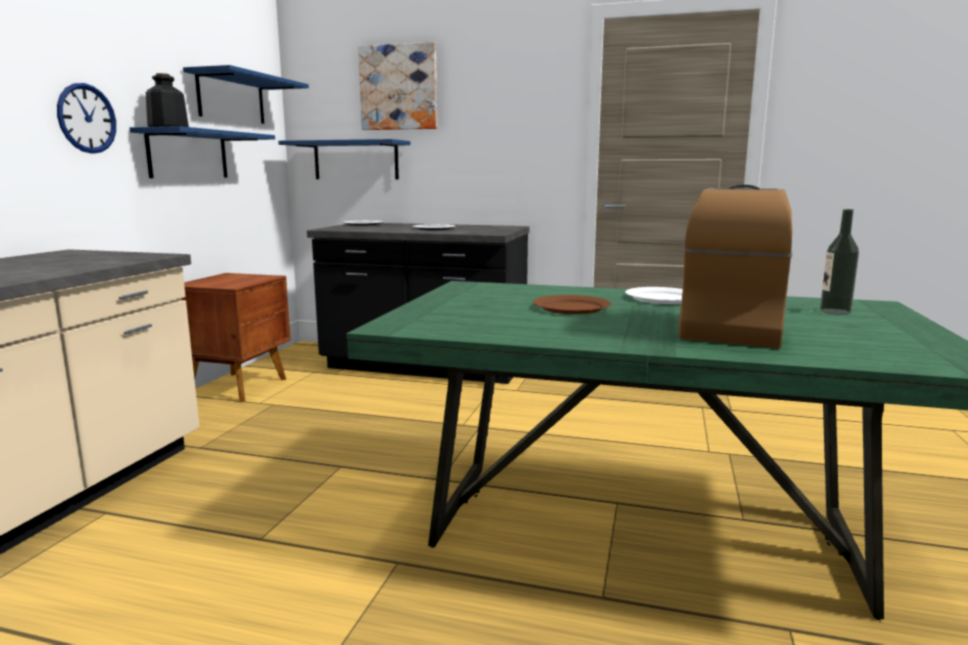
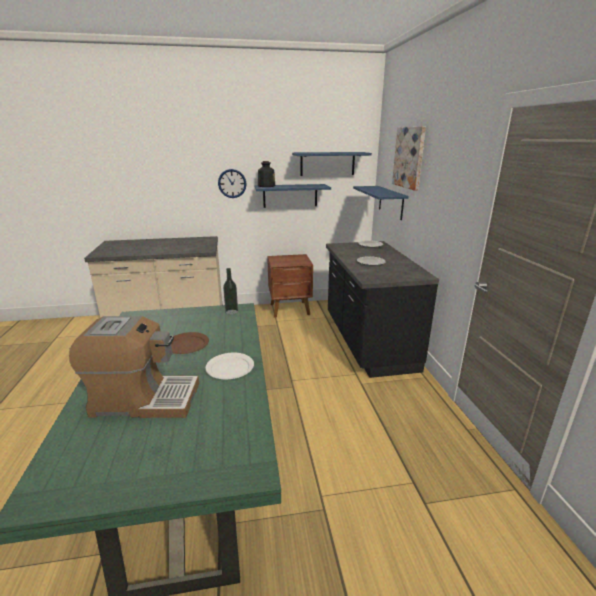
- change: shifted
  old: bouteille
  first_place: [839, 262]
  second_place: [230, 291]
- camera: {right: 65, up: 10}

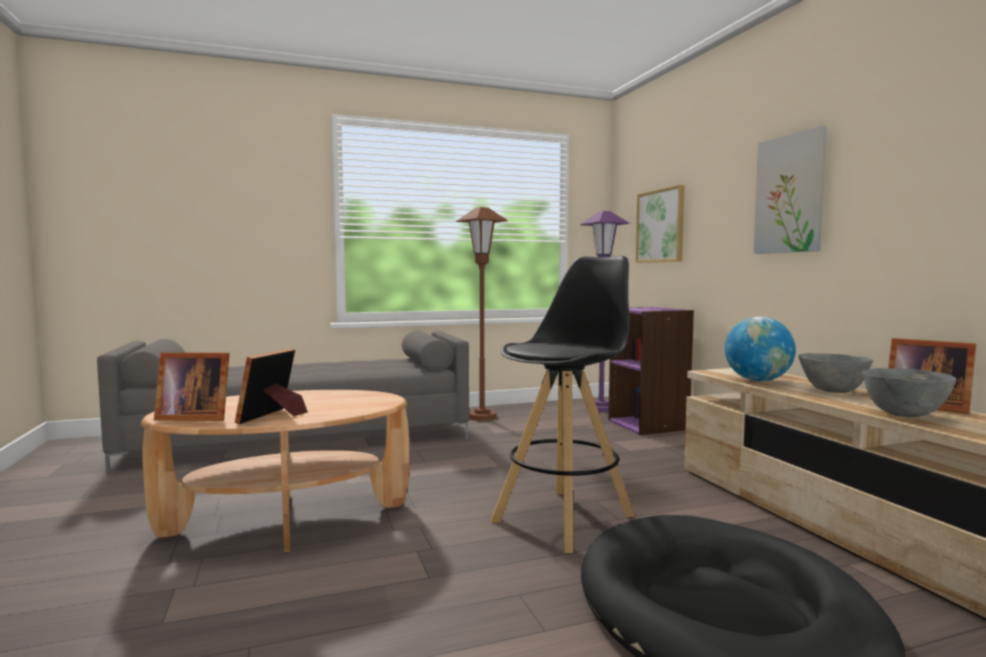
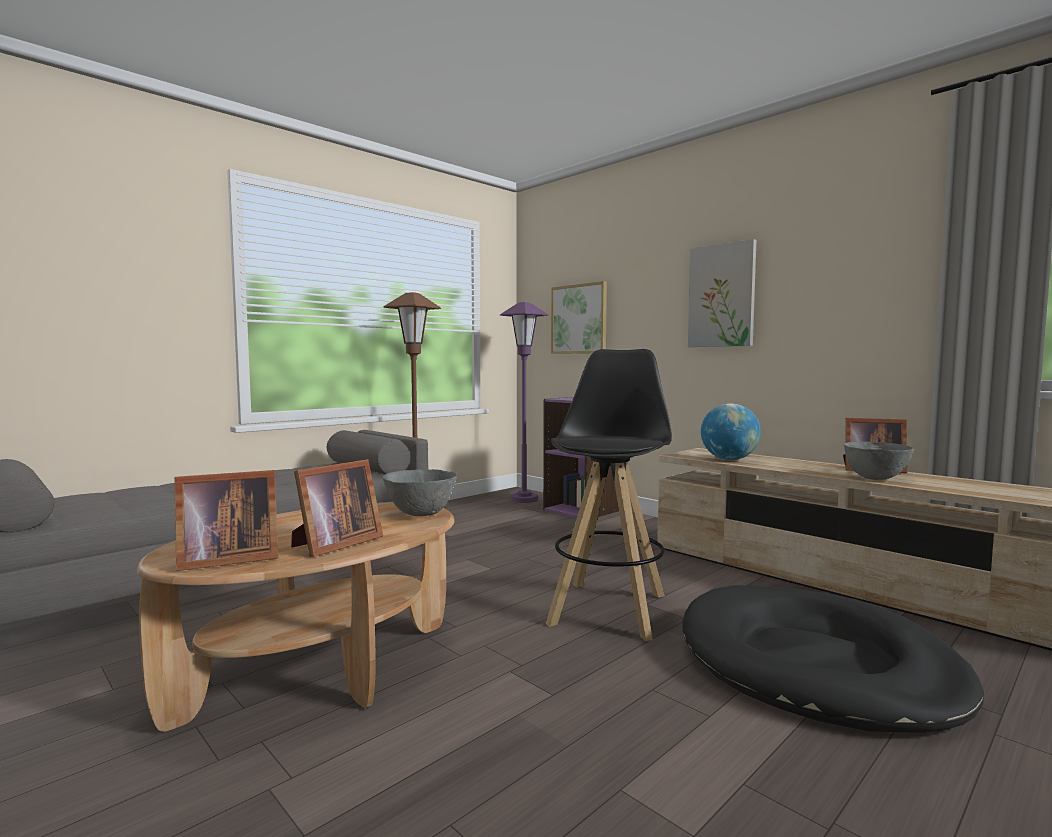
- change: rotated
  old: cadre photo
  first_place: [271, 386]
  second_place: [337, 508]
  degrees: -135
- change: shifted
  old: bol (gris)
  first_place: [836, 373]
  second_place: [420, 492]
- camera: {right: -25, up: 0}

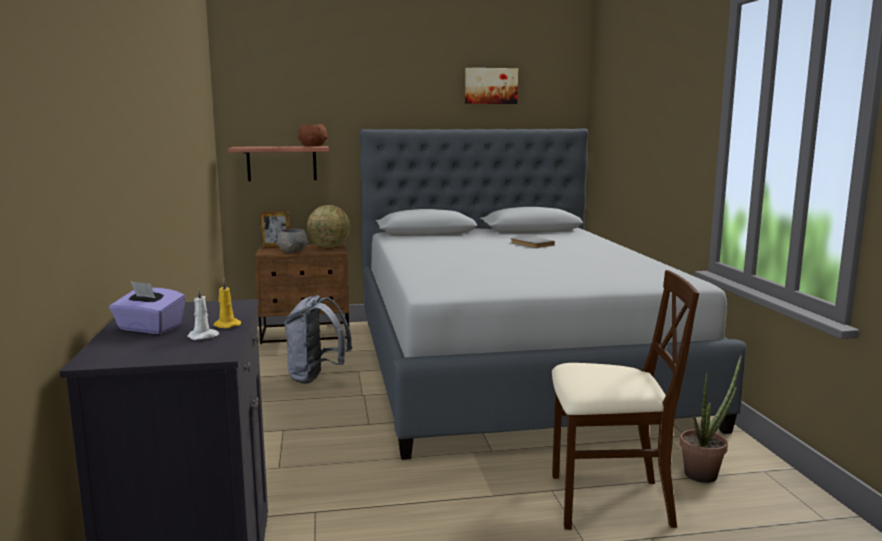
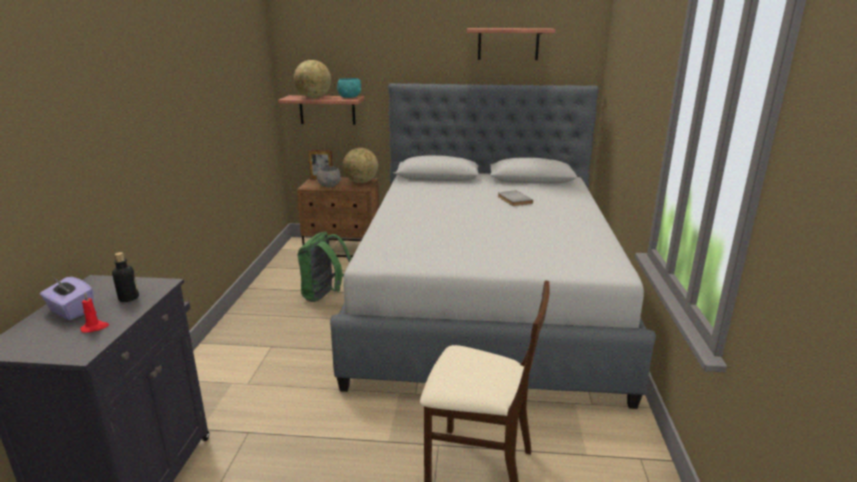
- change: repainted
  old: bougie (blanc)
  new: bougie (rouge)
  first_place: [203, 314]
  second_place: [94, 313]
- change: gone
  old: bougie (jaune)
  first_place: [227, 303]
- change: repainted
  old: sac à dos (gris)
  new: sac à dos (vert)
  first_place: [318, 339]
  second_place: [324, 266]
- change: repainted
  old: bol (marron)
  new: bol (turquoise)
  first_place: [312, 135]
  second_place: [349, 88]
- change: swapped
  old: tableau
  new: étagère
  first_place: [491, 86]
  second_place: [510, 44]
- change: gone
  old: plante en pot
  first_place: [711, 418]
- change: new
  new: bouteille
  second_place: [125, 277]
- change: new
  new: globe
  second_place: [312, 79]
- camera: {right: 15, up: 10}

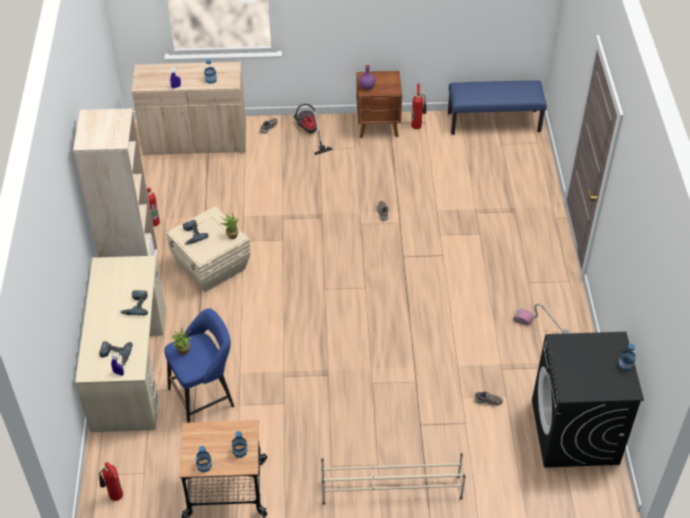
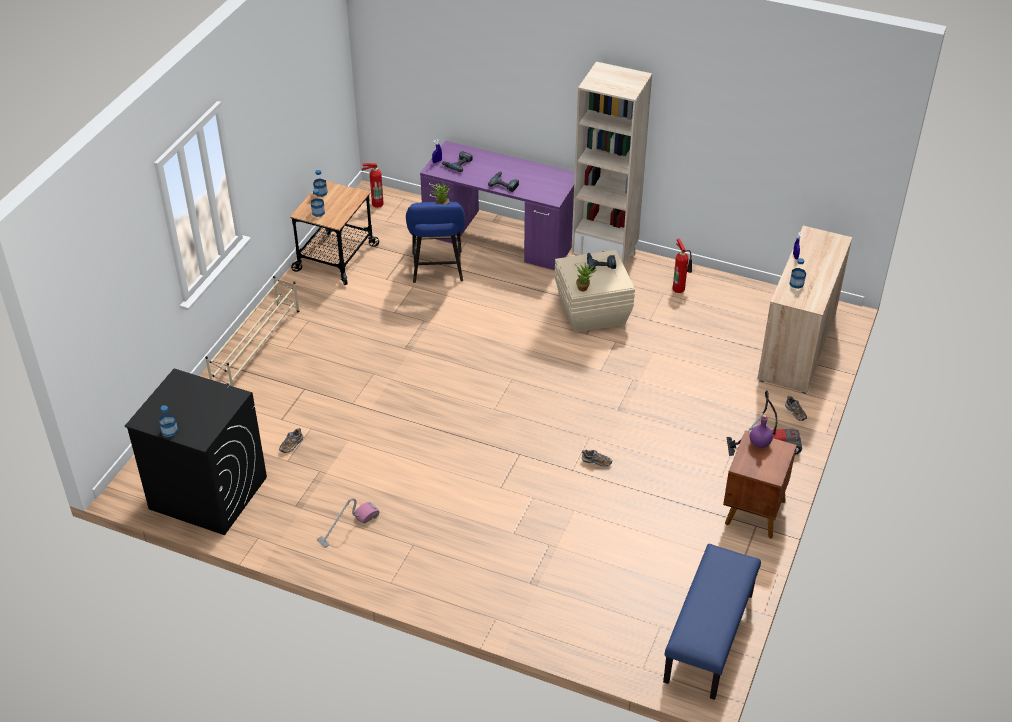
- change: repainted
  old: bureau (beige)
  new: bureau (violet)
  first_place: [120, 344]
  second_place: [497, 205]
- change: gone
  old: extincteur
  first_place: [419, 106]
- camera: {right: 115, up: -5}

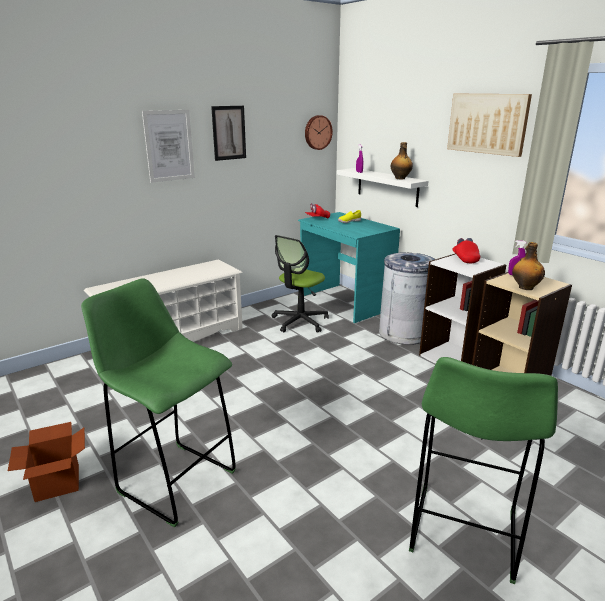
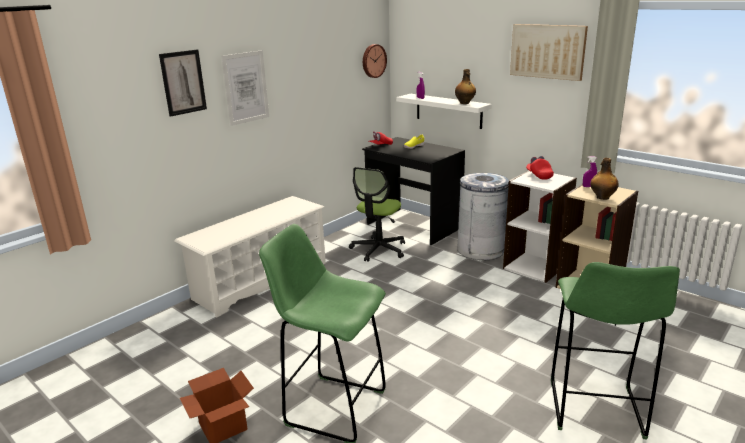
- change: shifted
  old: tableau
  first_place: [228, 133]
  second_place: [183, 83]
- change: repainted
  old: bureau (turquoise)
  new: bureau (noir)
  first_place: [349, 267]
  second_place: [413, 191]
- camera: {right: -10, up: 0}

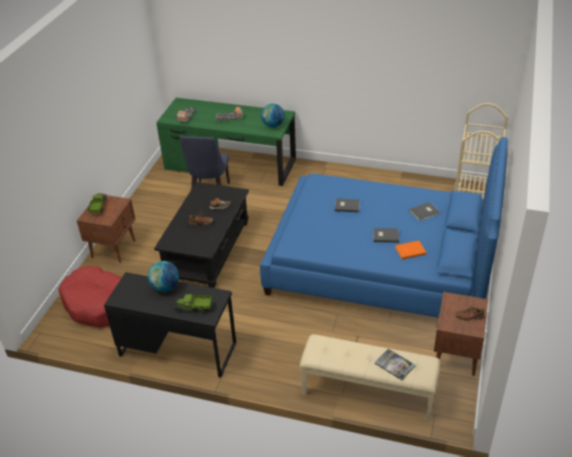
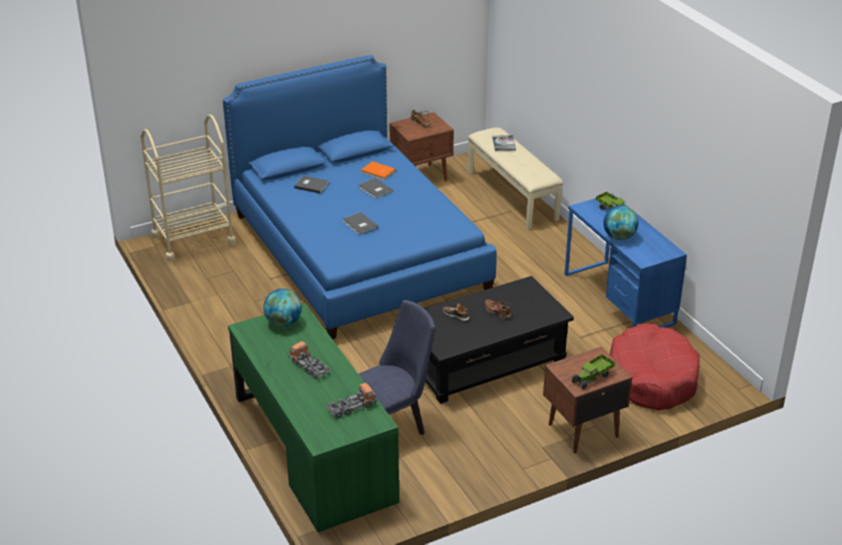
- change: repainted
  old: bureau (noir)
  new: bureau (bleu)
  first_place: [170, 325]
  second_place: [625, 261]
- camera: {right: -135, up: -5}

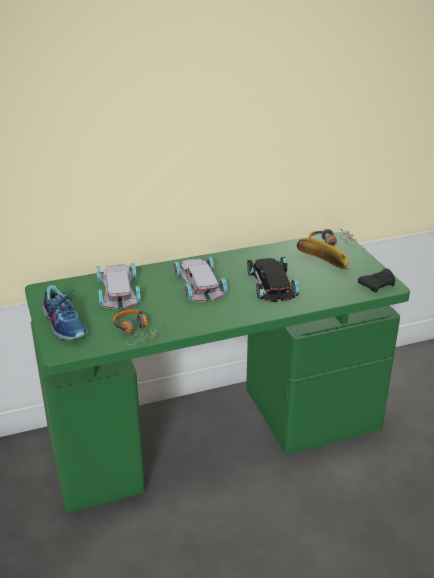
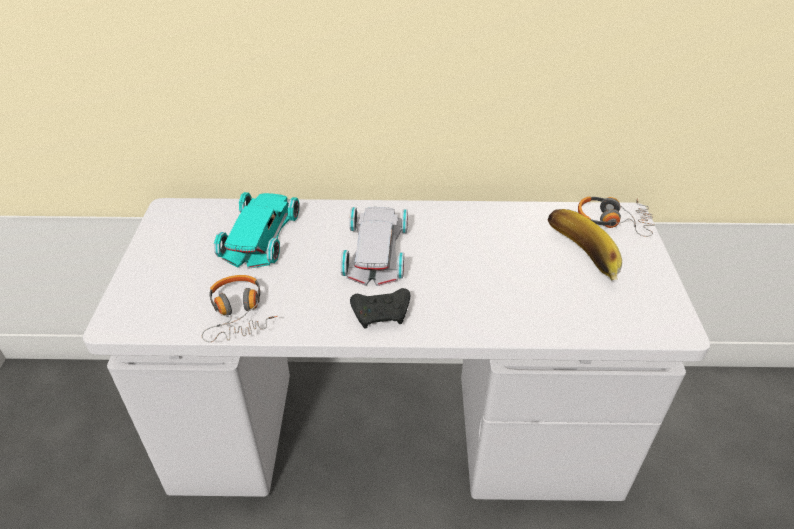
- change: repainted
  old: bureau (vert)
  new: bureau (blanc)
  first_place: [217, 372]
  second_place: [397, 349]
- change: gone
  old: chaussure
  first_place: [65, 312]
- change: repainted
  old: petite voiture (blanc)
  new: petite voiture (turquoise)
  first_place: [118, 286]
  second_place: [256, 230]
- change: gone
  old: petite voiture (noir)
  first_place: [273, 279]
- change: shifted
  old: manette (noir)
  first_place: [376, 280]
  second_place: [380, 308]
- camera: {right: 20, up: 10}

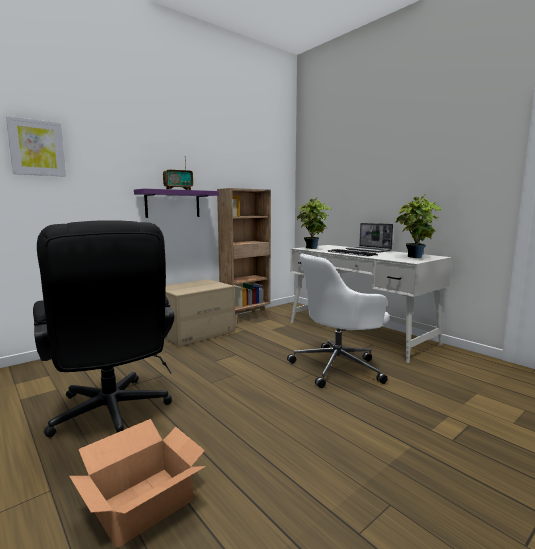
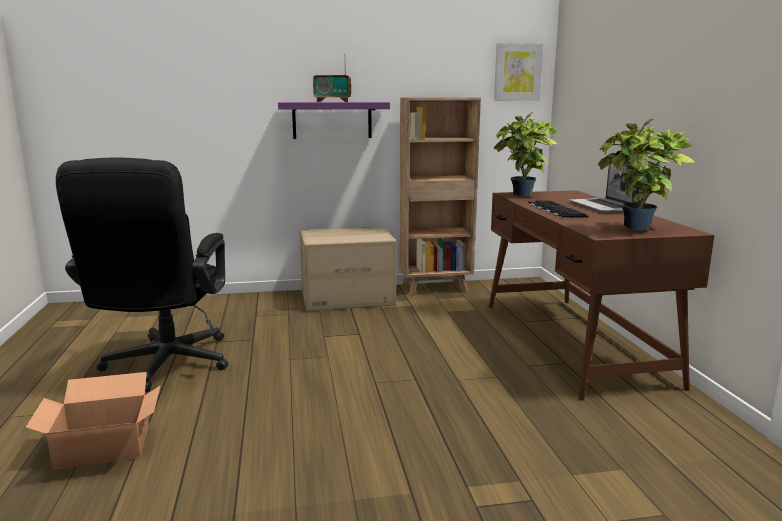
- change: shifted
  old: tableau
  first_place: [36, 146]
  second_place: [519, 72]
- change: gone
  old: chaise de bureau (blanc)
  first_place: [338, 321]
- change: repainted
  old: bureau (blanc)
  new: bureau (marron)
  first_place: [371, 304]
  second_place: [601, 295]
- camera: {right: 30, up: 5}

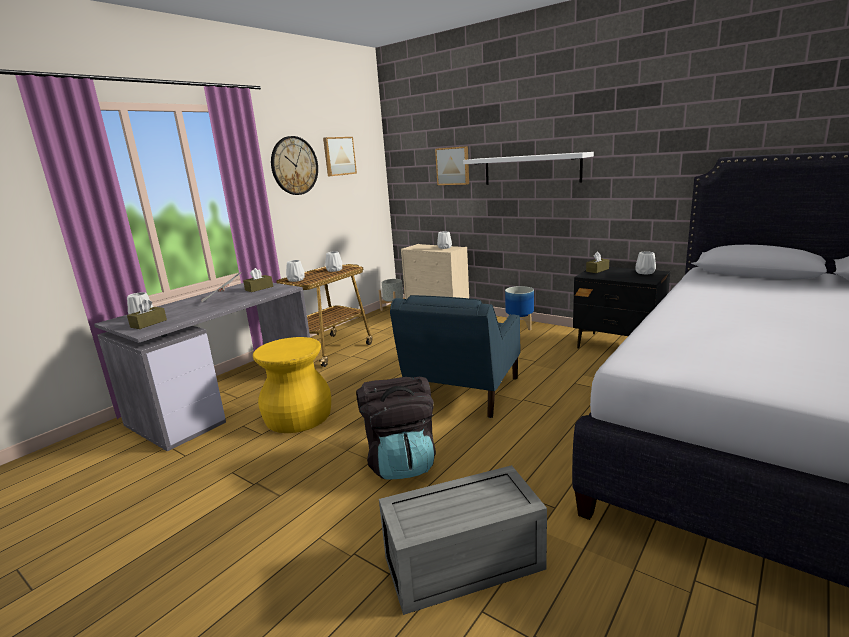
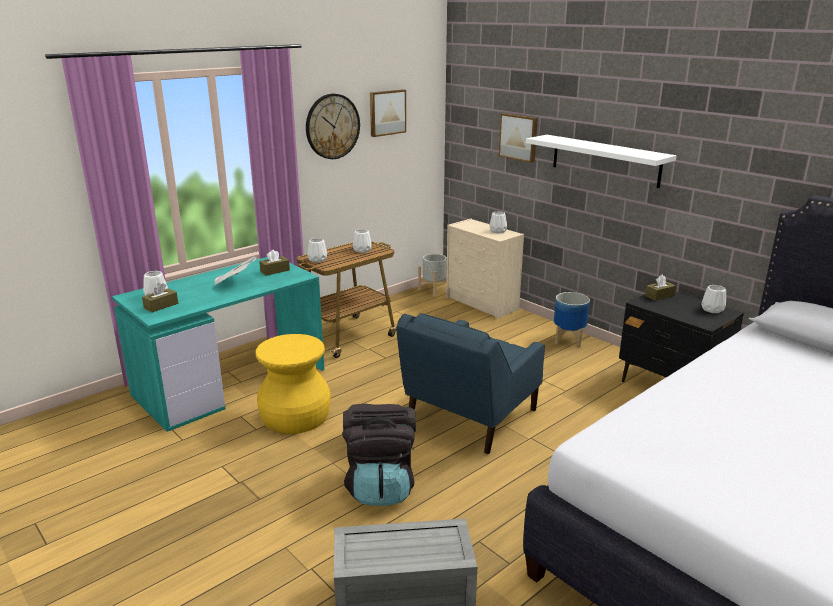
- change: repainted
  old: bureau (gris)
  new: bureau (turquoise)
  first_place: [204, 367]
  second_place: [218, 344]
- camera: {right: 10, up: 5}

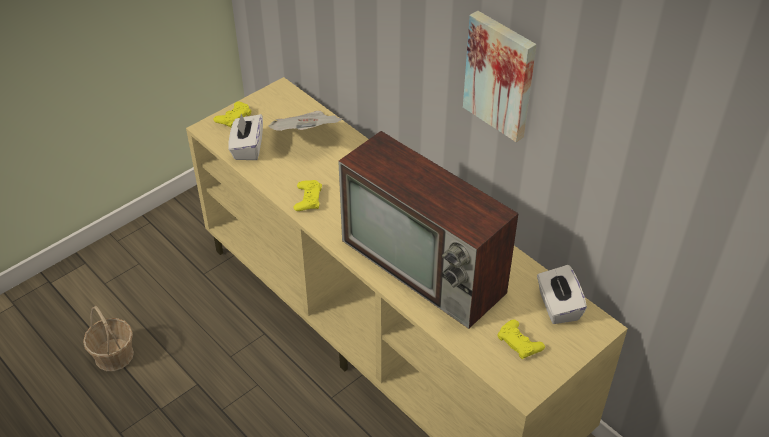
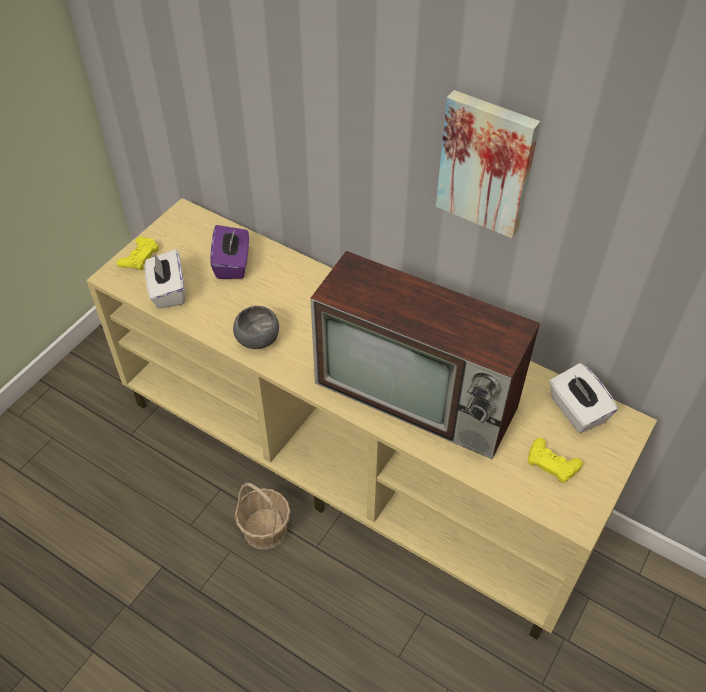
- change: shifted
  old: panier
  first_place: [108, 338]
  second_place: [263, 516]
- change: swapped
  old: journal
  new: boîte à mouchoirs (violet)
  first_place: [305, 121]
  second_place: [229, 252]
- change: swapped
  old: manette (jaune)
  new: bol (gris)
  first_place: [307, 195]
  second_place: [256, 327]
- camera: {right: -15, up: 5}

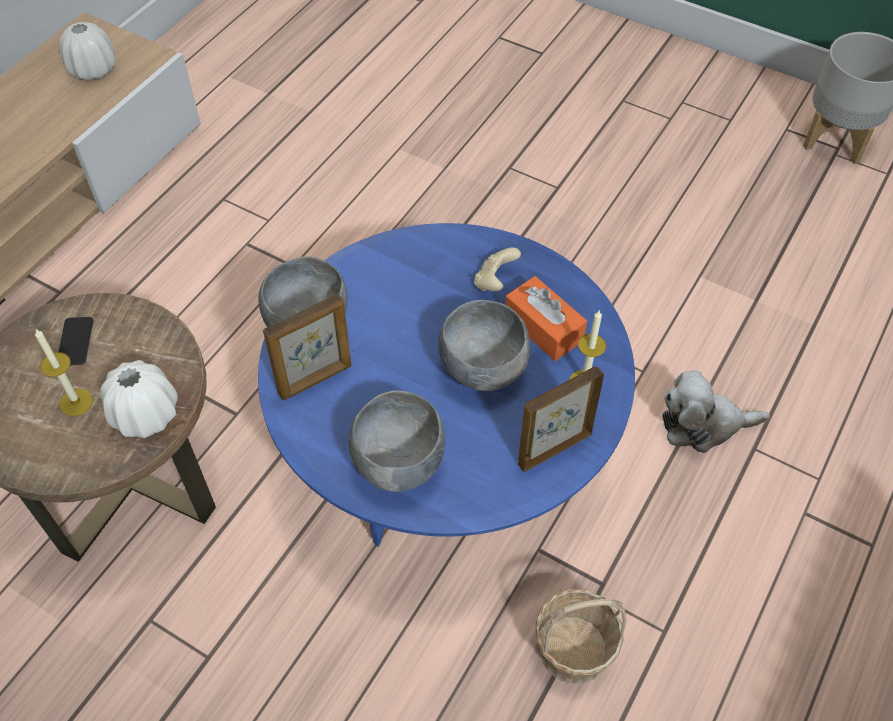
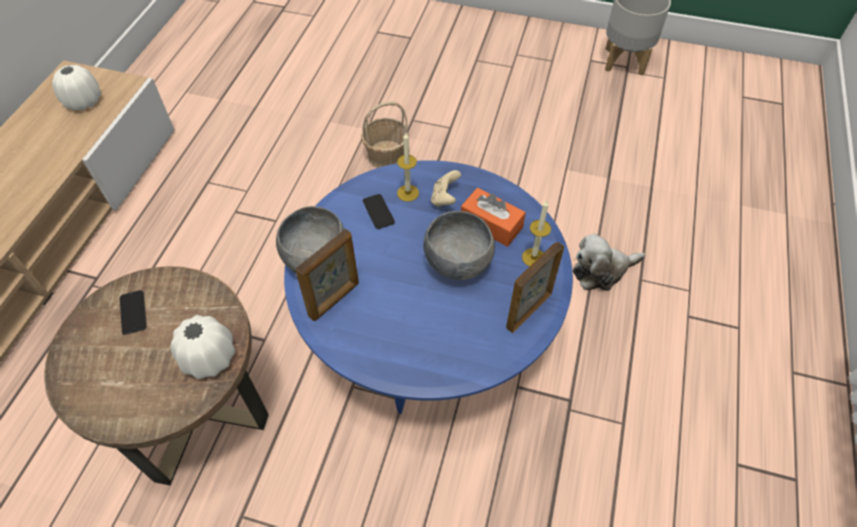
- change: shifted
  old: bougie
  first_place: [64, 372]
  second_place: [408, 167]
- change: gone
  old: bol (gris)
  first_place: [397, 441]
- change: shifted
  old: panier
  first_place: [580, 637]
  second_place: [385, 134]
- change: new
  new: téléphone
  second_place: [379, 211]
- camera: {right: -15, up: 0}

